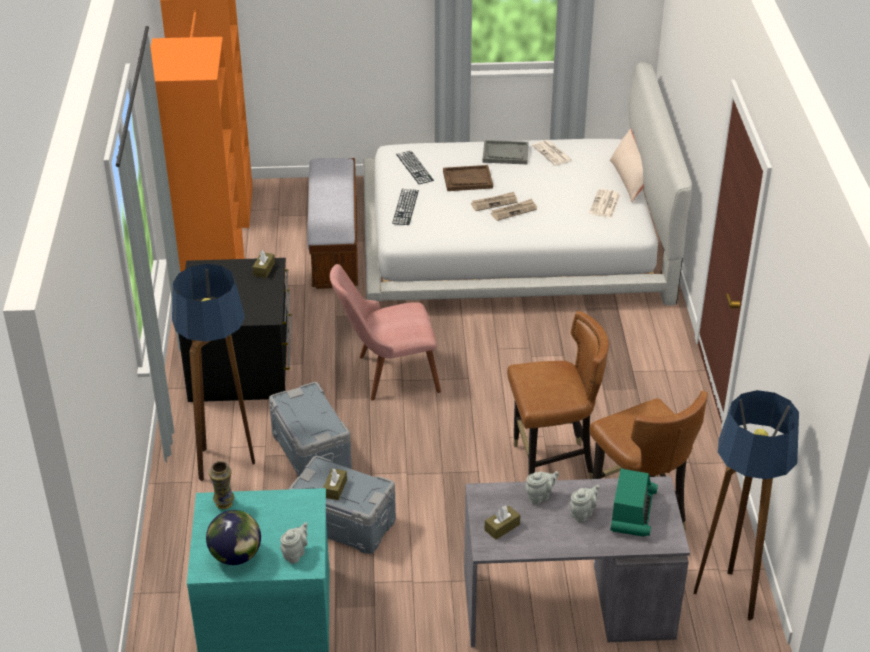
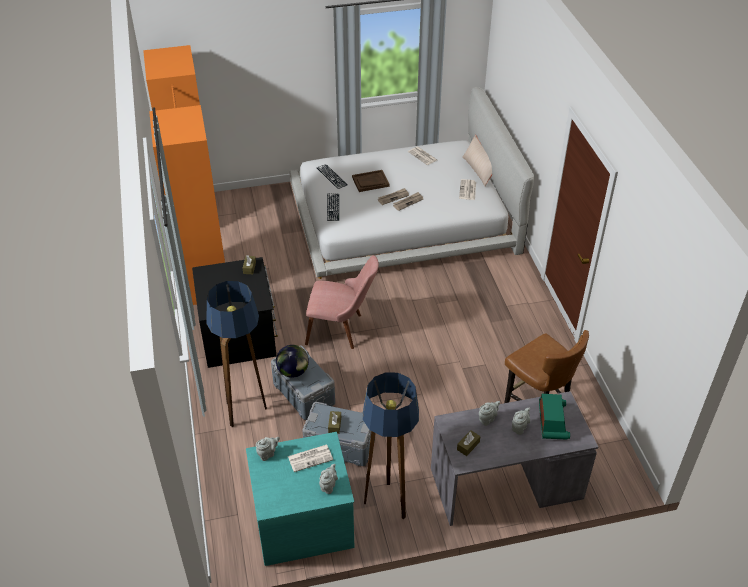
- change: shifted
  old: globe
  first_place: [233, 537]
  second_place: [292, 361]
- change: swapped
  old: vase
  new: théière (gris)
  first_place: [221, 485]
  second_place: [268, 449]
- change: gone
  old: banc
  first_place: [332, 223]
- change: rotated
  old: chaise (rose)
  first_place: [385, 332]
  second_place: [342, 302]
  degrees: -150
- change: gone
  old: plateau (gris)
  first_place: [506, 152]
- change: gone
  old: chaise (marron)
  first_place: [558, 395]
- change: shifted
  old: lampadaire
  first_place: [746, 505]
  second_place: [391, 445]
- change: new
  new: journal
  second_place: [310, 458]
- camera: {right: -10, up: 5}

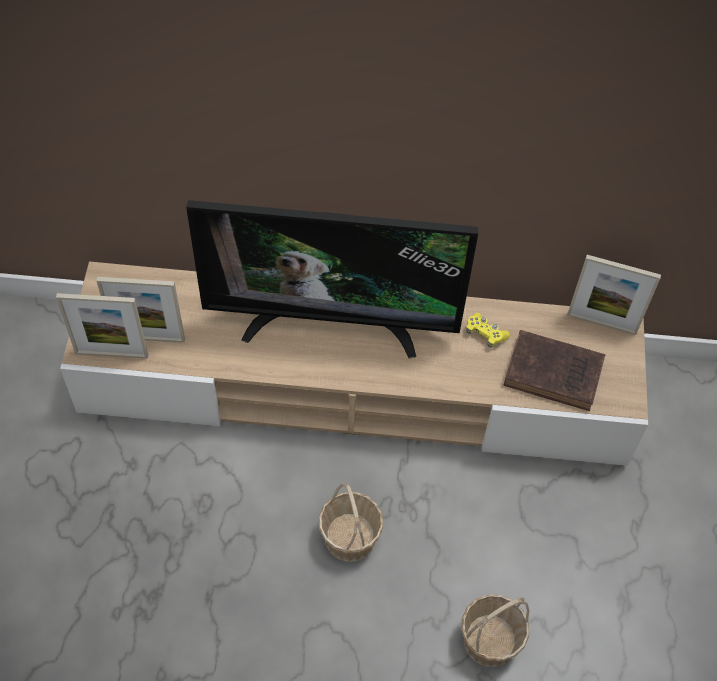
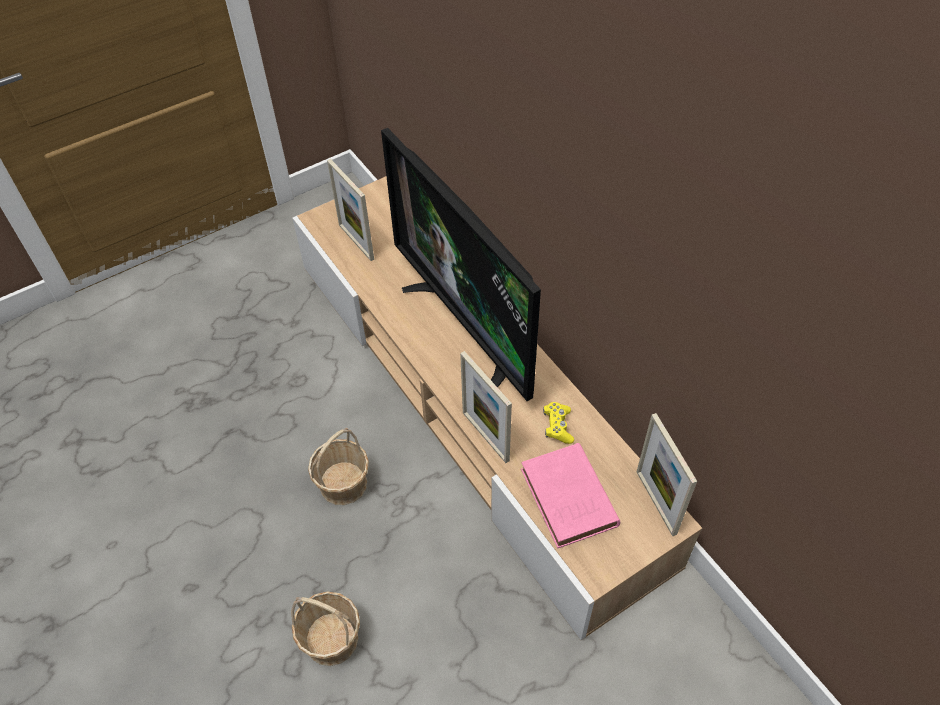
- change: shifted
  old: cadre photo
  first_place: [102, 326]
  second_place: [486, 407]
- change: repainted
  old: livre (marron)
  new: livre (rose)
  first_place: [554, 370]
  second_place: [570, 495]
- camera: {right: 55, up: -5}

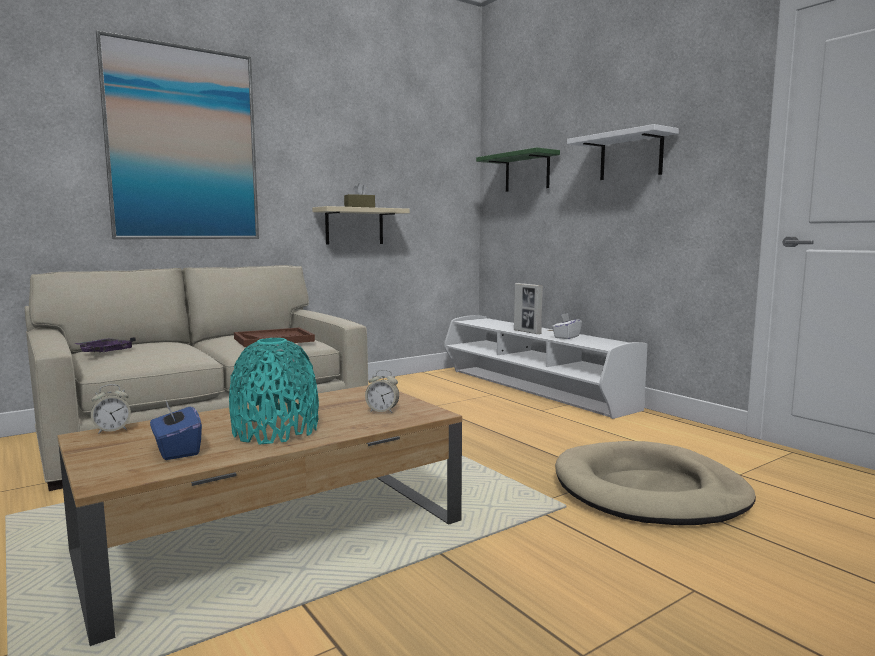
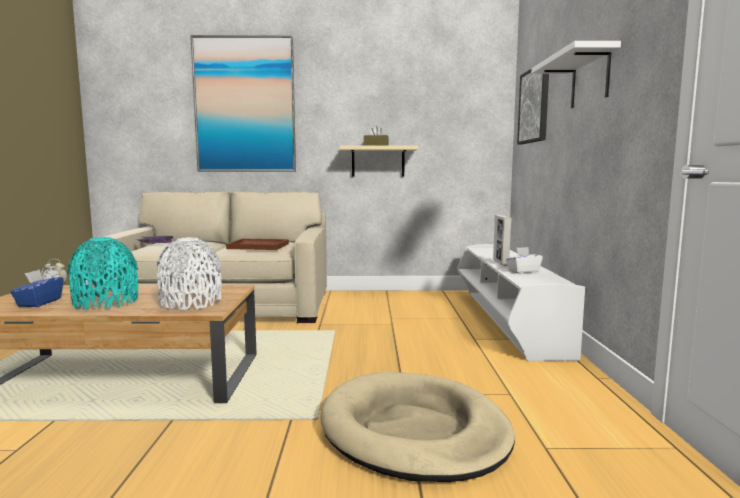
- change: swapped
  old: réveil
  new: vase (blanc)
  first_place: [382, 391]
  second_place: [189, 273]
- change: swapped
  old: étagère (vert)
  new: tableau
  first_place: [518, 169]
  second_place: [533, 106]
- camera: {right: 35, up: 0}

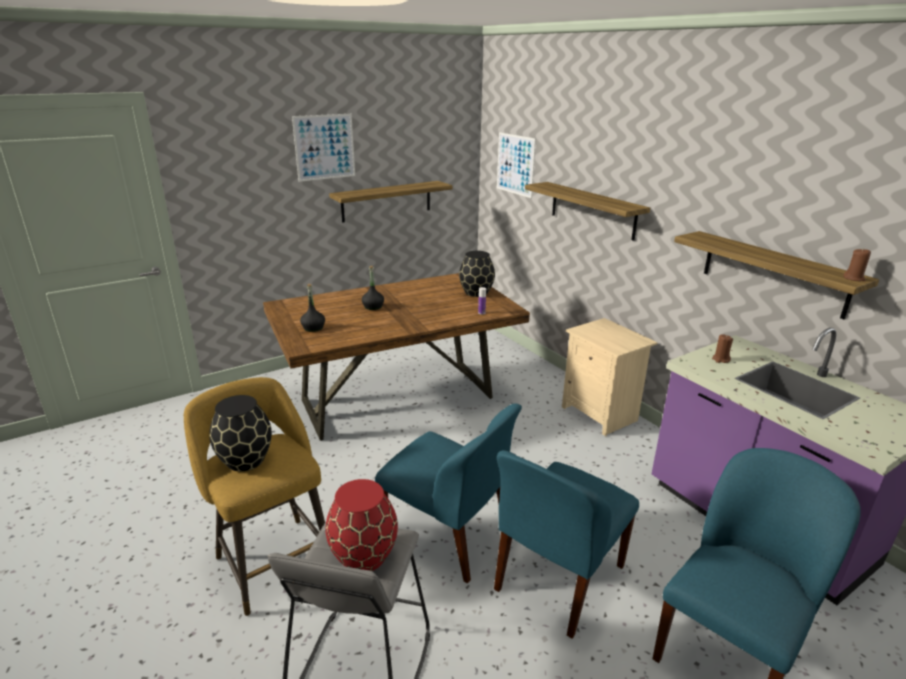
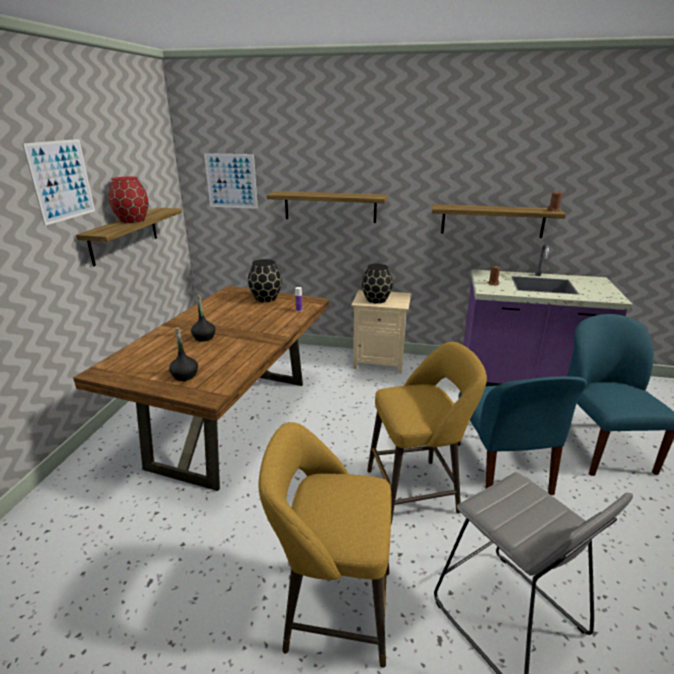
- change: shifted
  old: vase (noir)
  first_place: [240, 433]
  second_place: [377, 284]
- change: shifted
  old: vase (rouge)
  first_place: [362, 525]
  second_place: [129, 200]
- change: swapped
  old: chaise (bleu)
  new: tabouret (jaune)
  first_place: [448, 493]
  second_place: [427, 433]
- camera: {right: -45, up: 0}

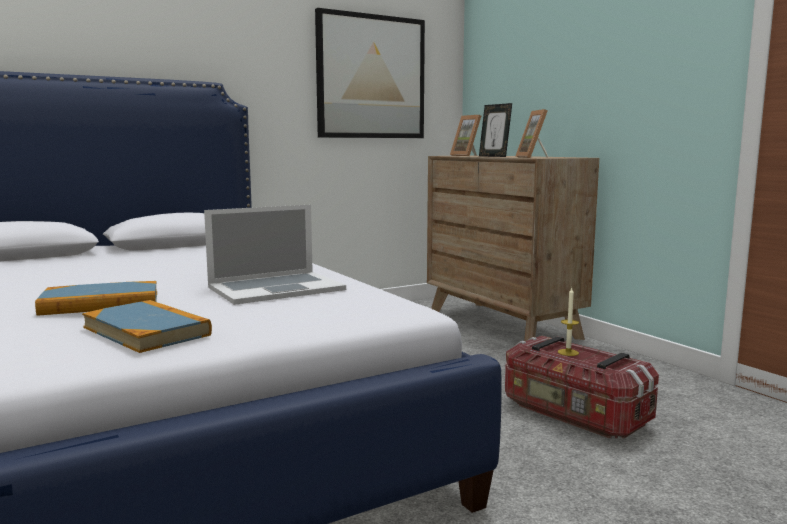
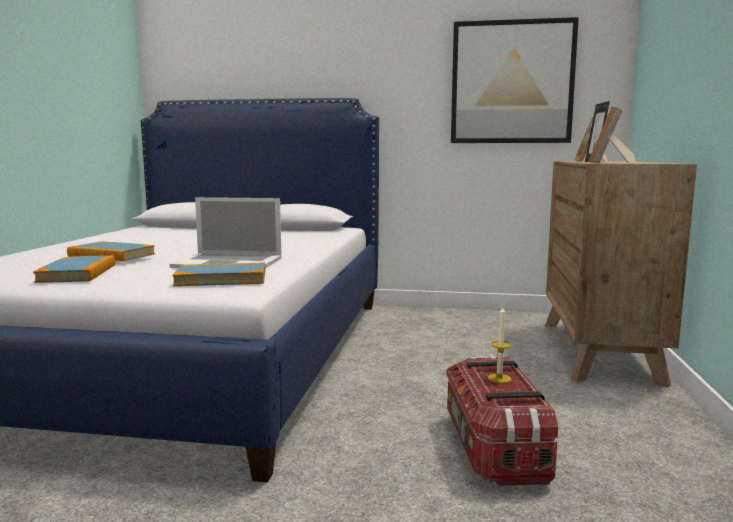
- change: new
  new: livre
  second_place: [219, 274]
- camera: {right: 40, up: 0}

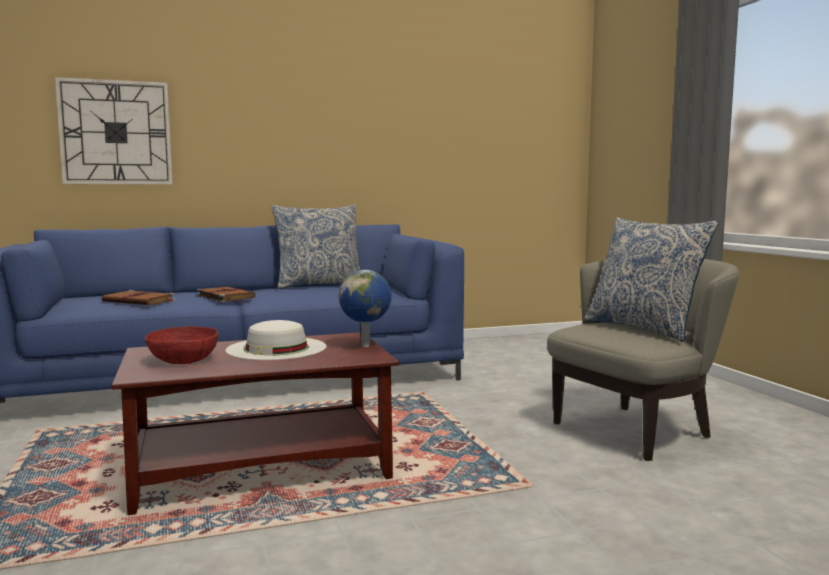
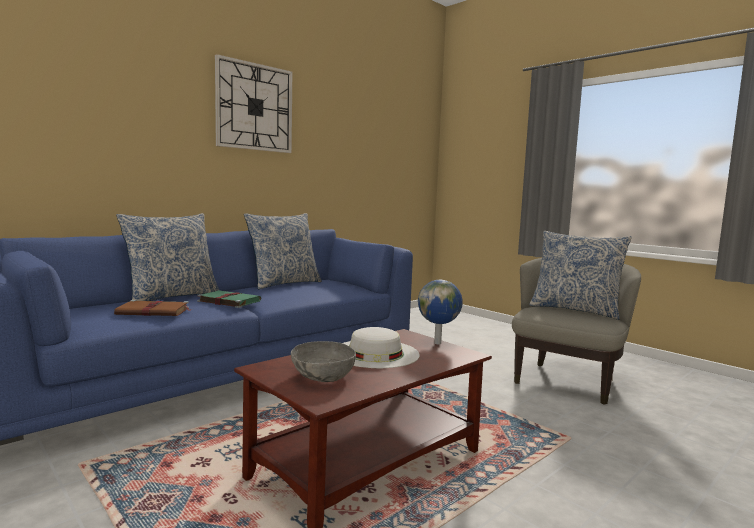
- change: shifted
  old: horloge murale
  first_place: [114, 131]
  second_place: [253, 103]
- change: repainted
  old: bol (rouge)
  new: bol (gris)
  first_place: [181, 345]
  second_place: [323, 361]
- change: repainted
  old: livre (marron)
  new: livre (vert)
  first_place: [226, 294]
  second_place: [229, 299]
- change: new
  new: coussin
  second_place: [167, 257]
- camera: {right: -25, up: 0}

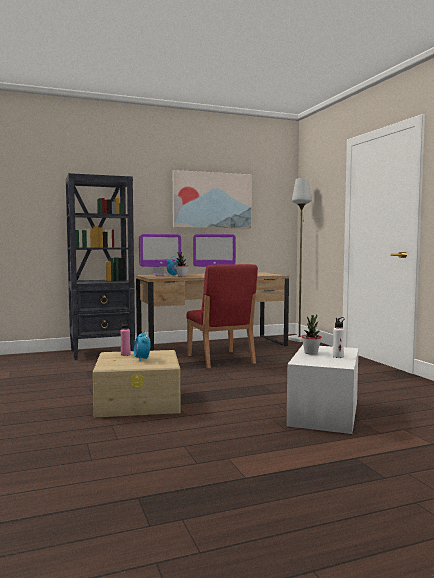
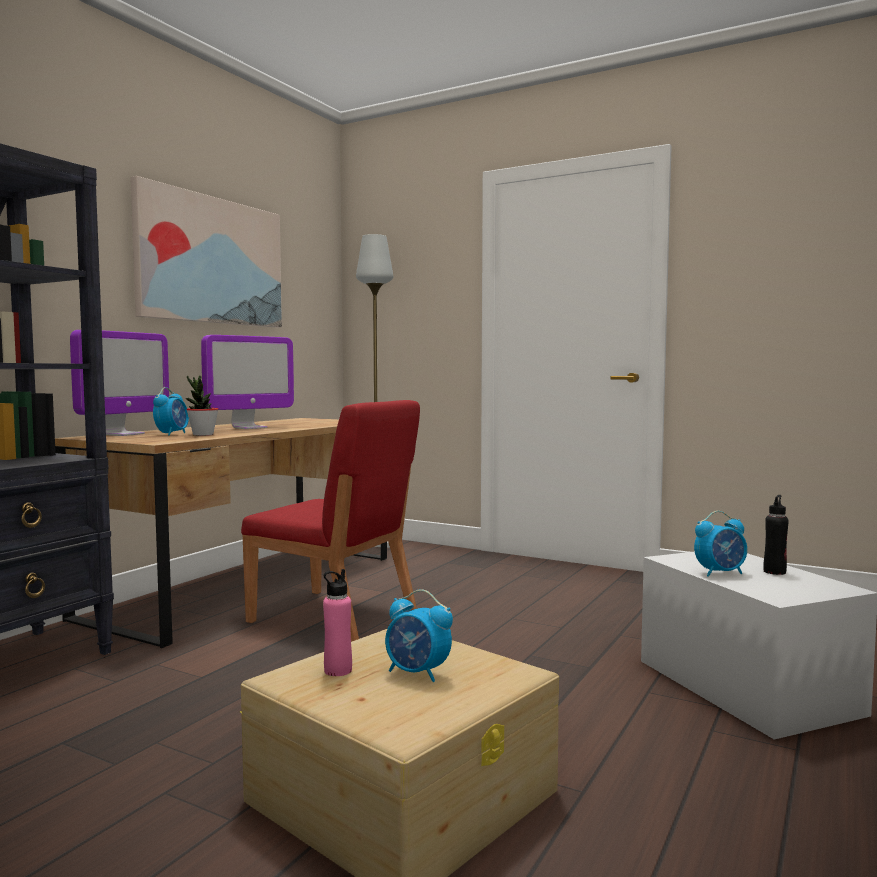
- change: swapped
  old: plante en pot
  new: réveil
  first_place: [311, 334]
  second_place: [720, 544]
- change: repainted
  old: bouteille (blanc)
  new: bouteille (noir)
  first_place: [338, 337]
  second_place: [776, 535]
- camera: {right: -40, up: 0}

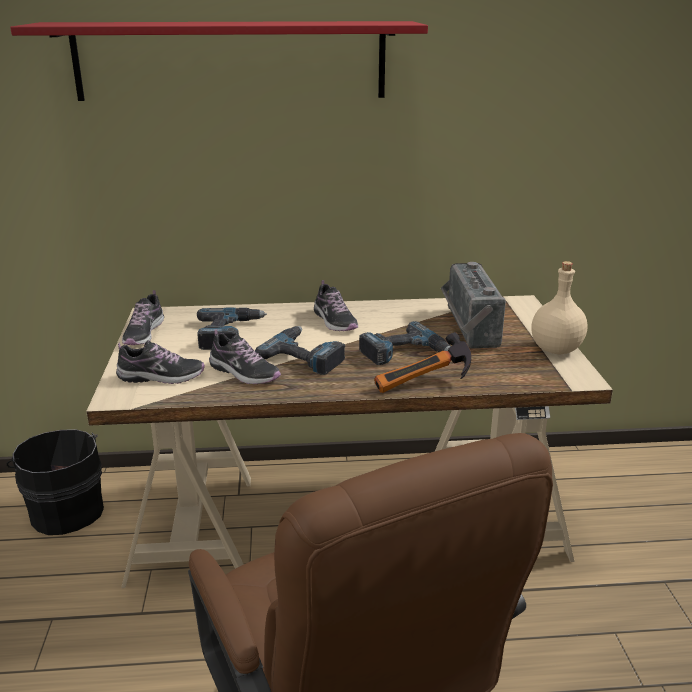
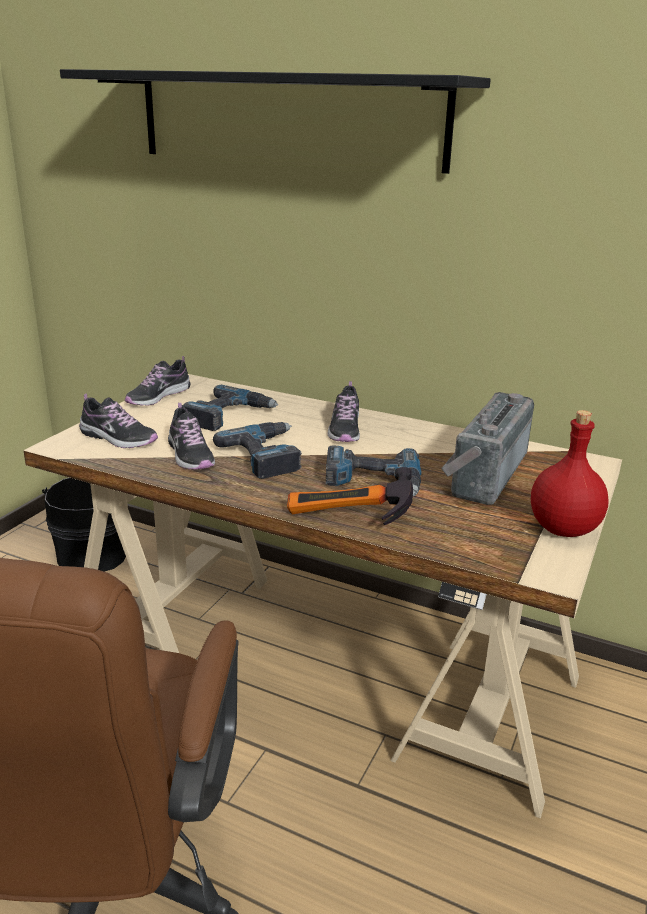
- change: repainted
  old: étagère (rouge)
  new: étagère (noir)
  first_place: [219, 61]
  second_place: [275, 121]
- change: repainted
  old: bouteille (beige)
  new: bouteille (rouge)
  first_place: [559, 308]
  second_place: [570, 473]
- camera: {right: 30, up: 0}

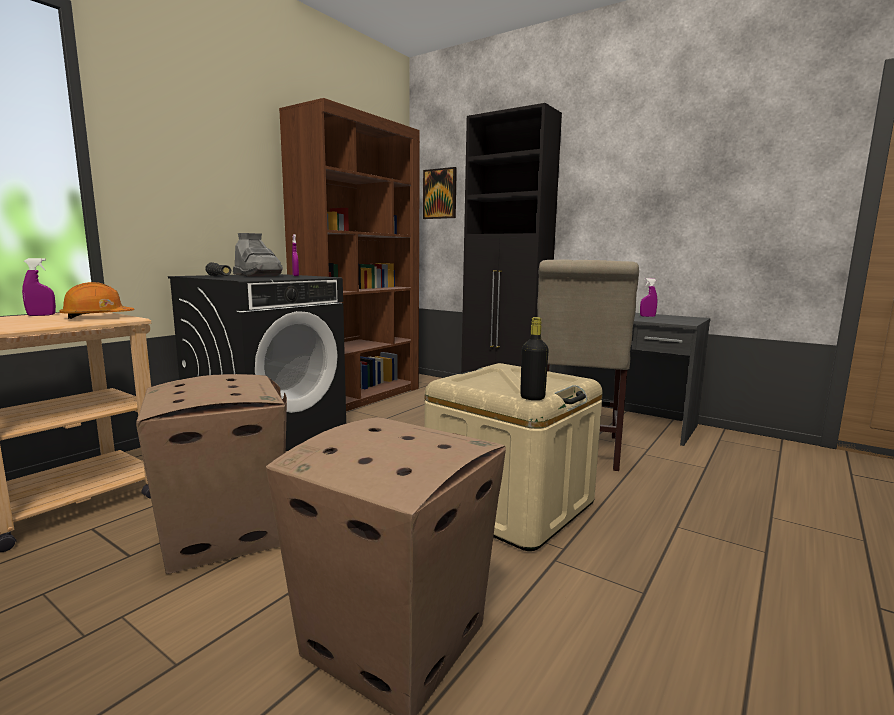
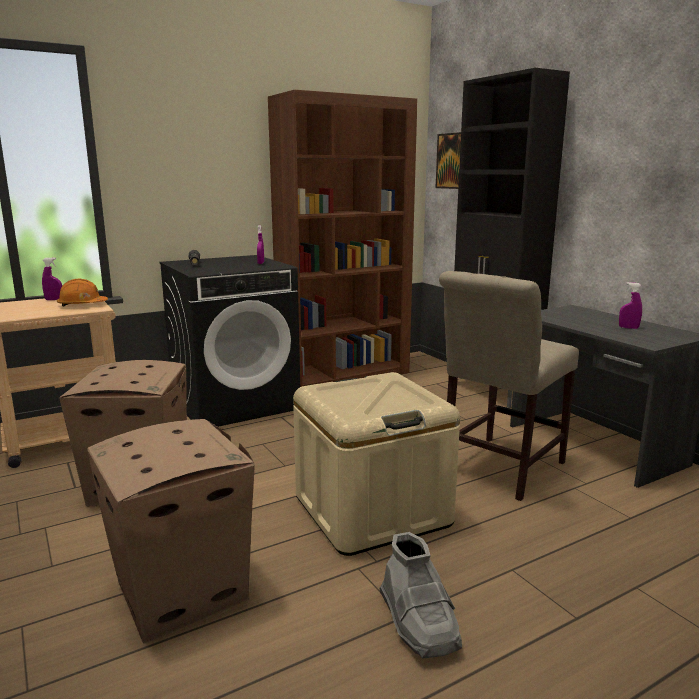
- change: shifted
  old: botte (gris)
  first_place: [258, 255]
  second_place: [420, 595]
- change: gone
  old: bouteille (noir)
  first_place: [534, 358]
- camera: {right: 25, up: 5}

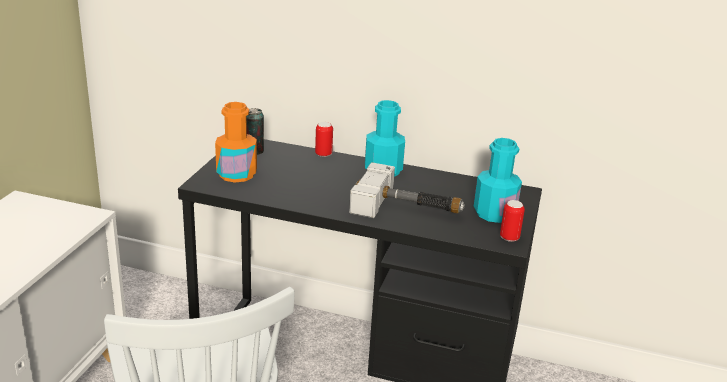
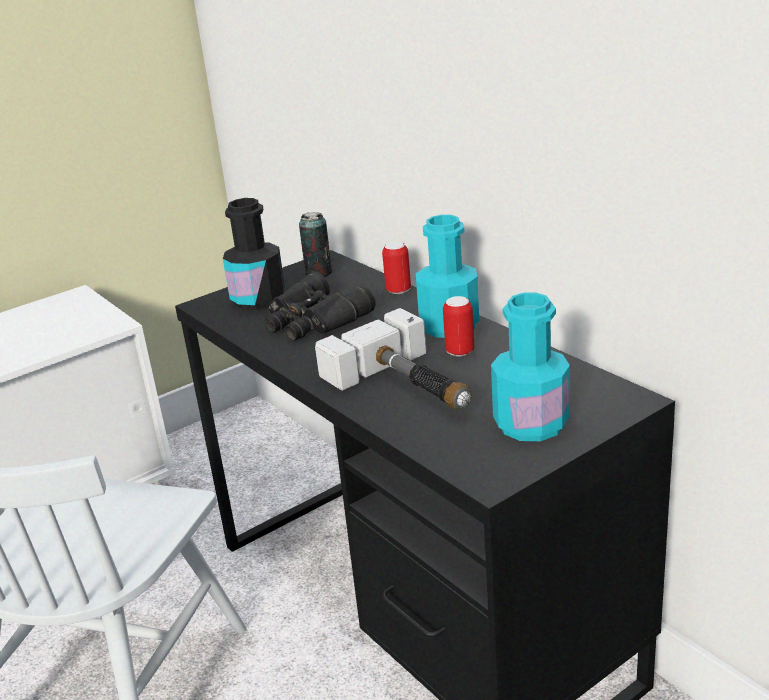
- change: repainted
  old: bouteille (orange)
  new: bouteille (noir)
  first_place: [236, 142]
  second_place: [254, 254]
- change: shifted
  old: boîte métallique
  first_place: [512, 221]
  second_place: [458, 326]
- change: new
  new: jumelles (noir)
  second_place: [320, 306]
- camera: {right: 40, up: 0}

